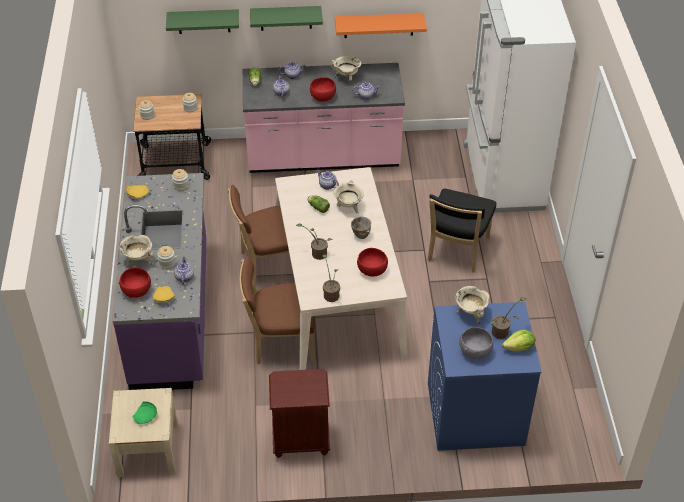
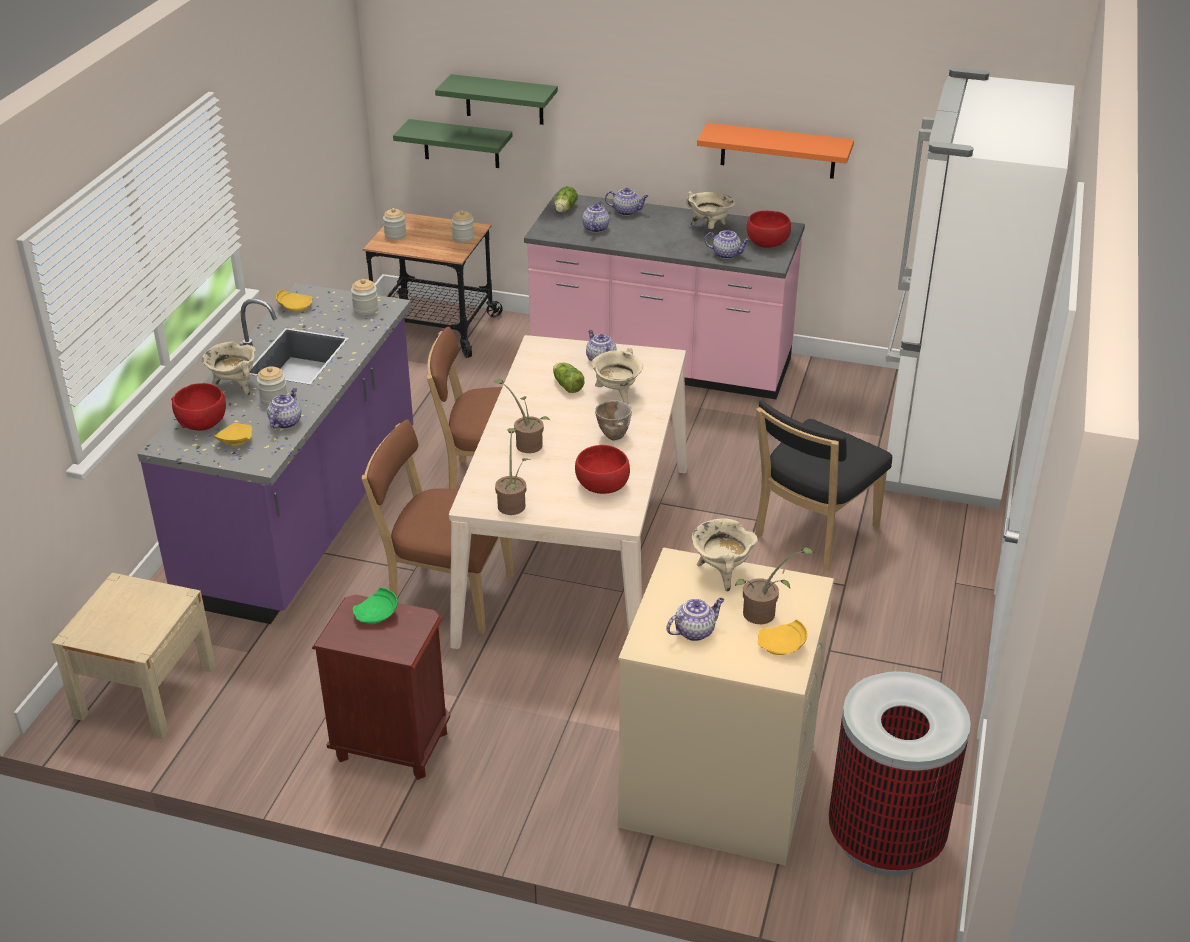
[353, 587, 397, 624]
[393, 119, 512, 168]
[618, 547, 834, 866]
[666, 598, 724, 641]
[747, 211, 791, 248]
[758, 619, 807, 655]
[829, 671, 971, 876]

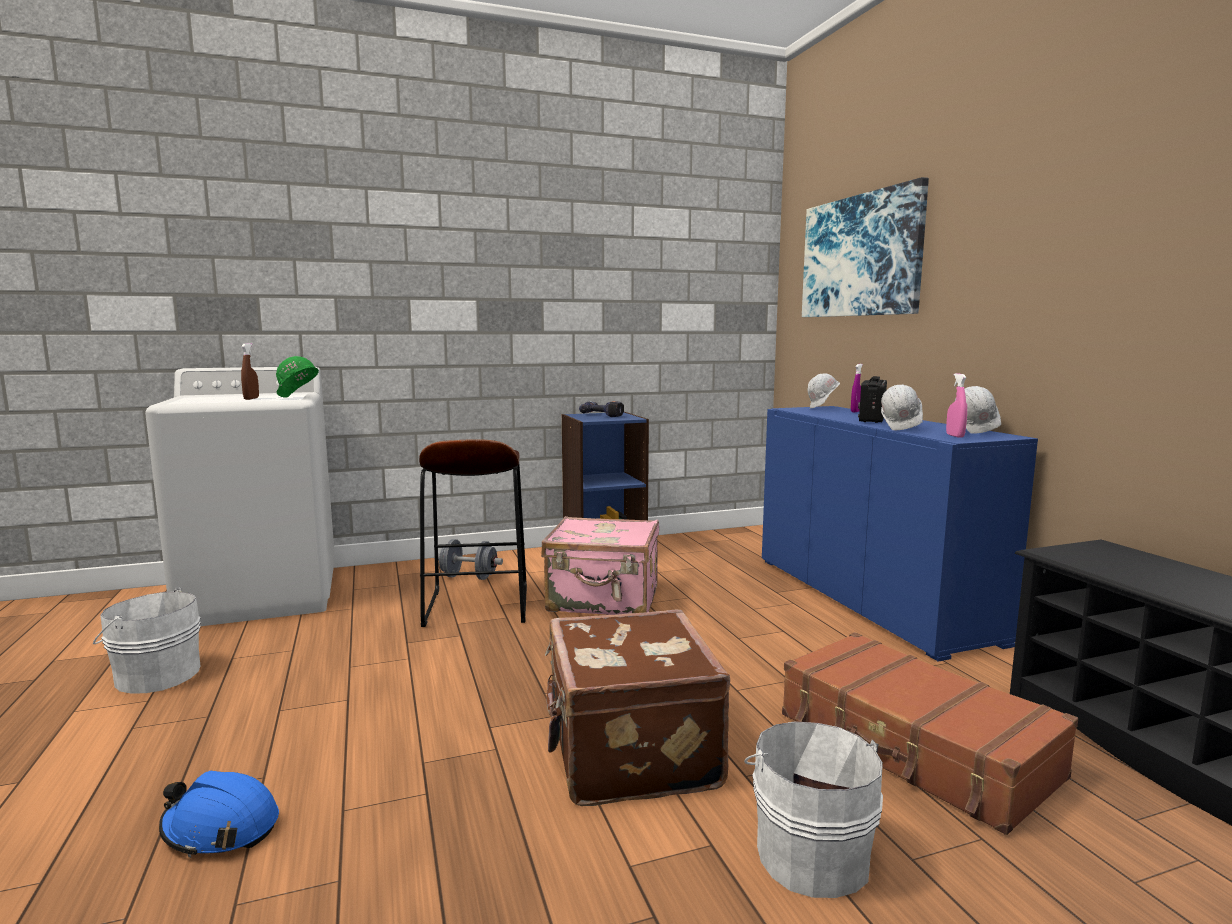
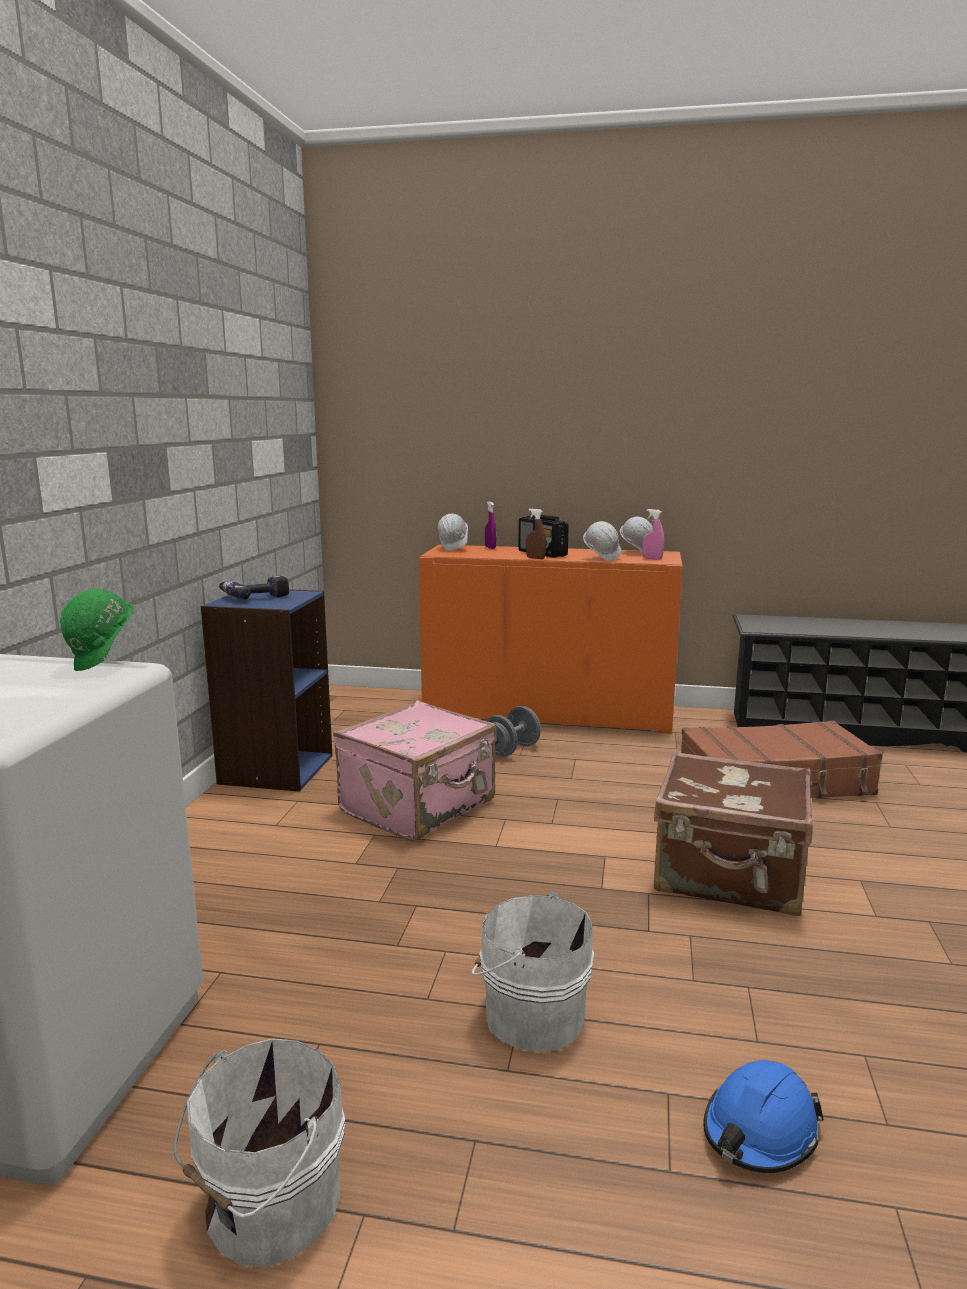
[419, 545, 682, 734]
[472, 891, 594, 1052]
[486, 706, 541, 757]
[526, 509, 546, 559]
[419, 439, 527, 627] (first image)
[802, 177, 929, 317] (first image)

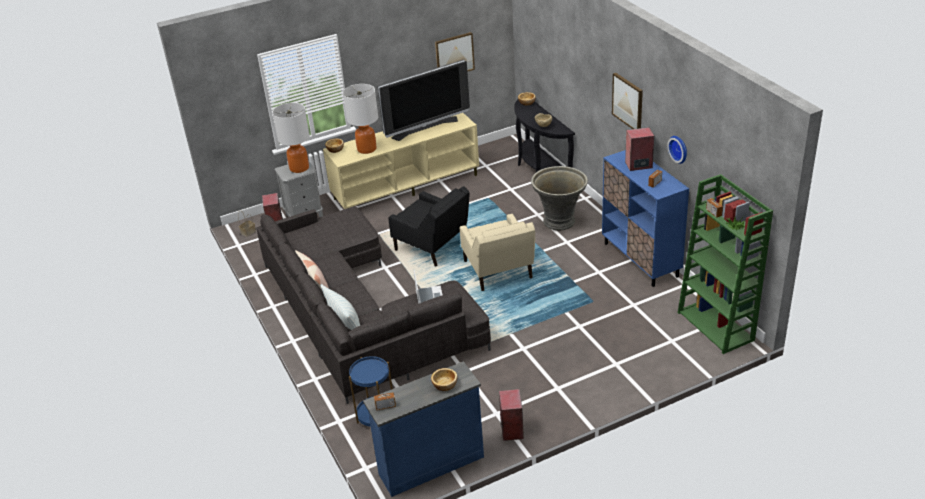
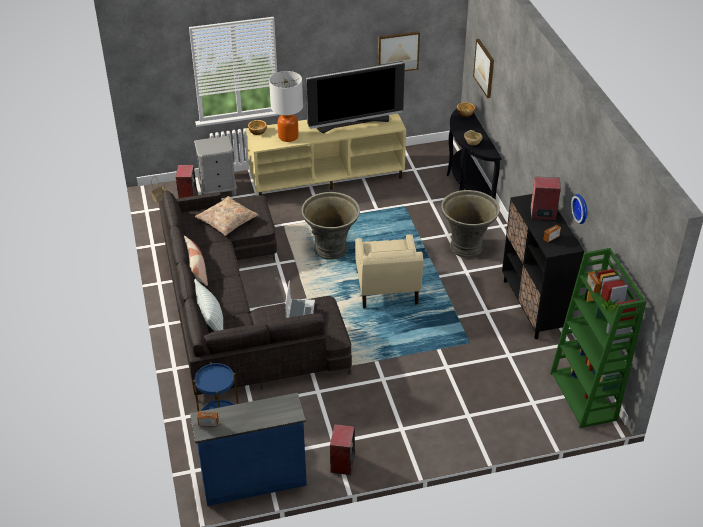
[195, 196, 259, 236]
[301, 192, 360, 260]
[473, 39, 494, 98]
[502, 194, 584, 339]
[272, 102, 310, 173] (first image)
[431, 368, 457, 391] (first image)

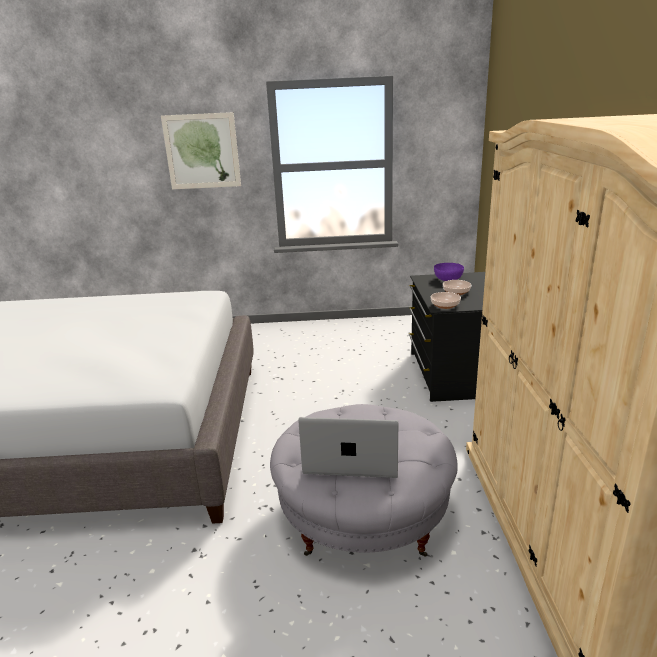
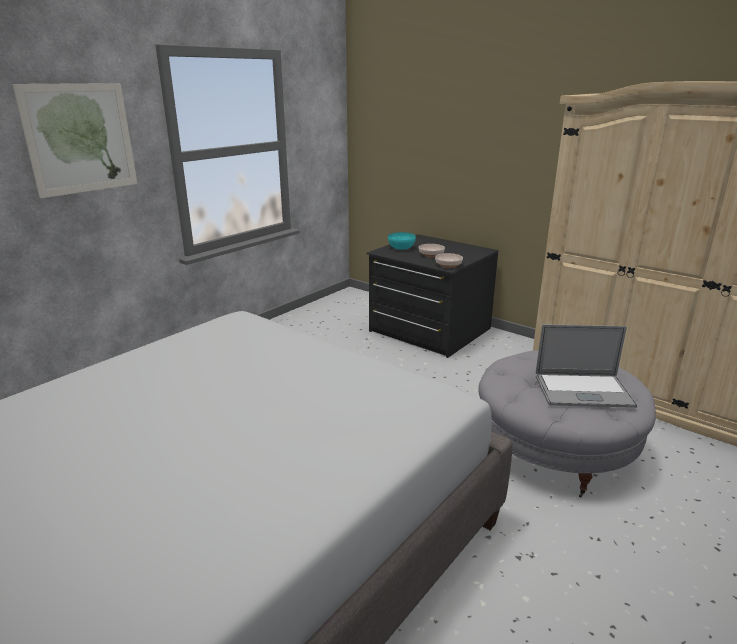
[388, 232, 416, 250]
[536, 324, 637, 408]

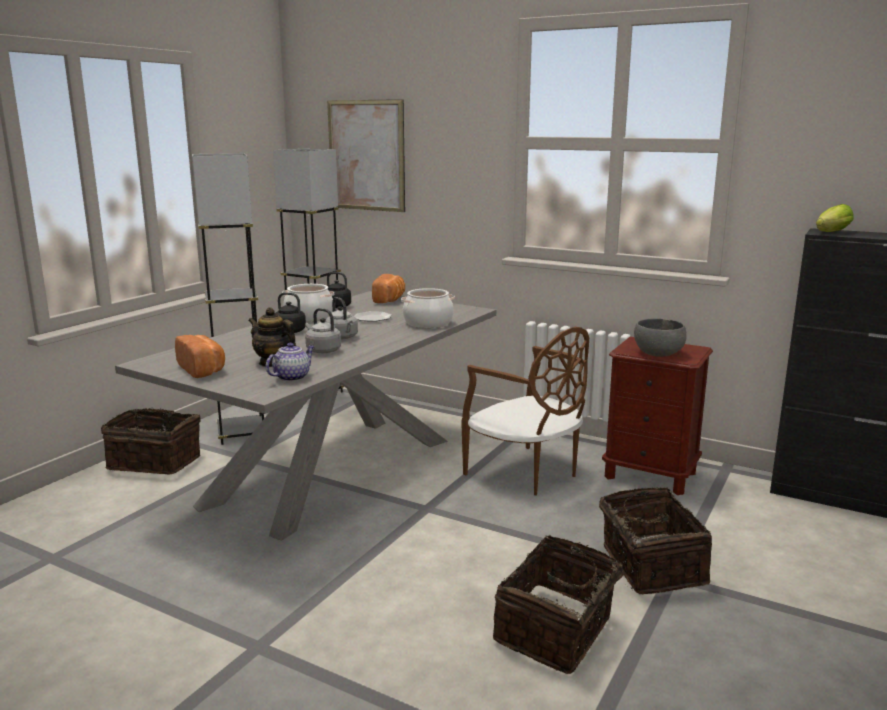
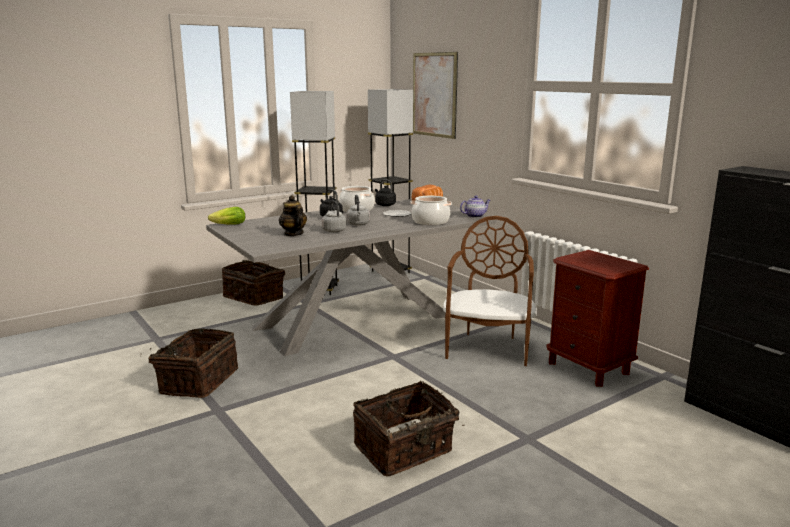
[148, 329, 238, 398]
[208, 207, 245, 225]
[443, 216, 537, 366]
[460, 196, 490, 218]
[175, 335, 225, 378] (first image)
[634, 318, 687, 357] (first image)

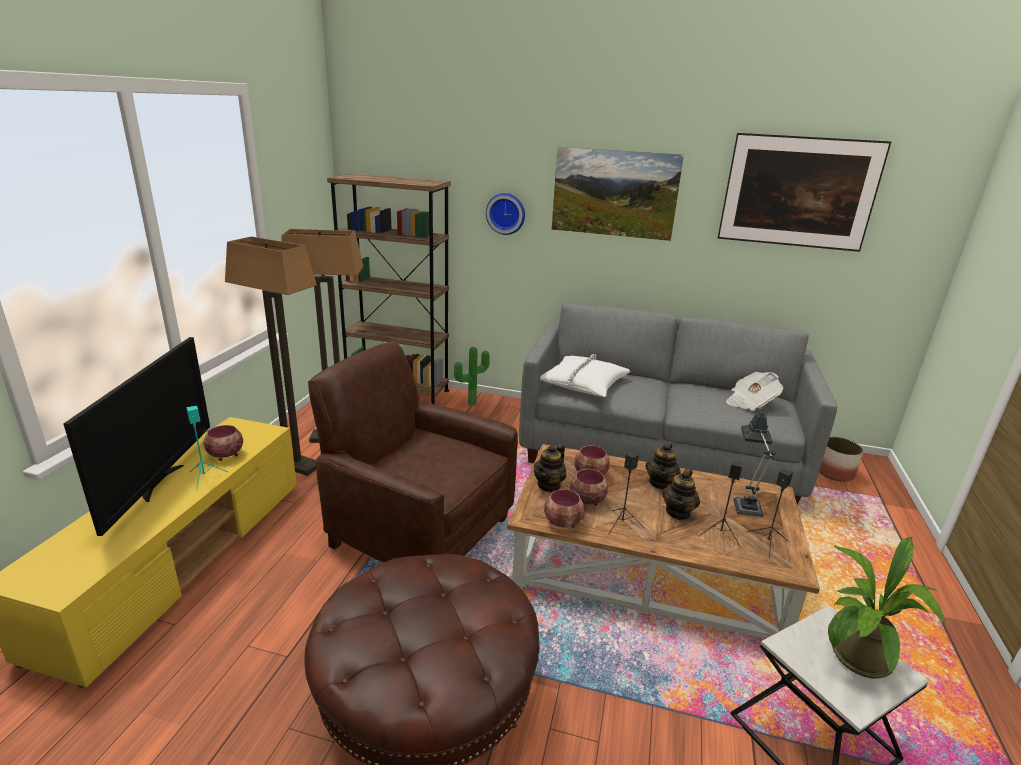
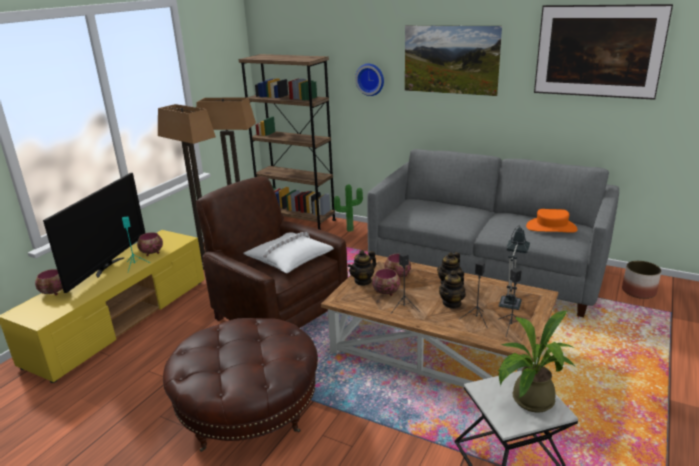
[35, 269, 63, 295]
[243, 232, 334, 273]
[526, 209, 578, 233]

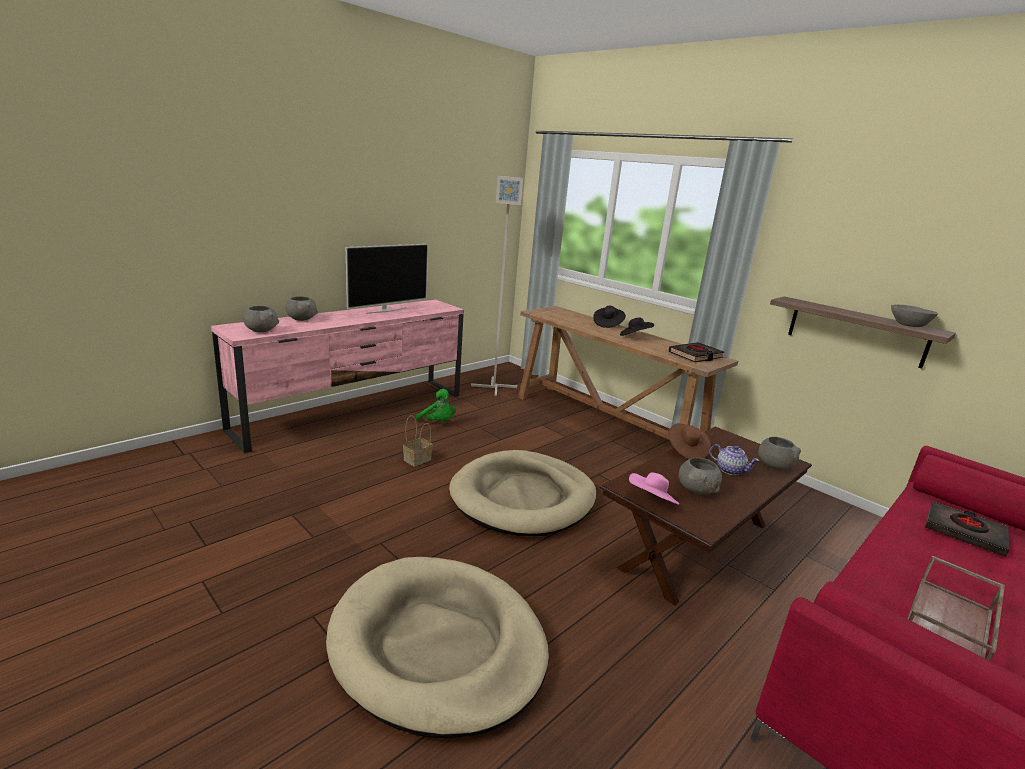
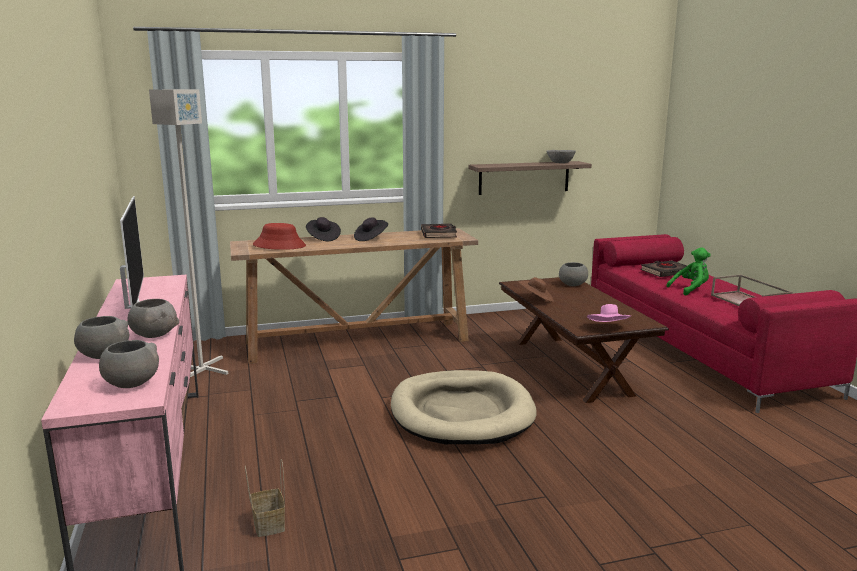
[127, 299, 179, 338]
[245, 459, 285, 537]
[253, 223, 306, 250]
[666, 248, 711, 296]
[326, 557, 549, 738] (first image)
[709, 444, 759, 475] (first image)

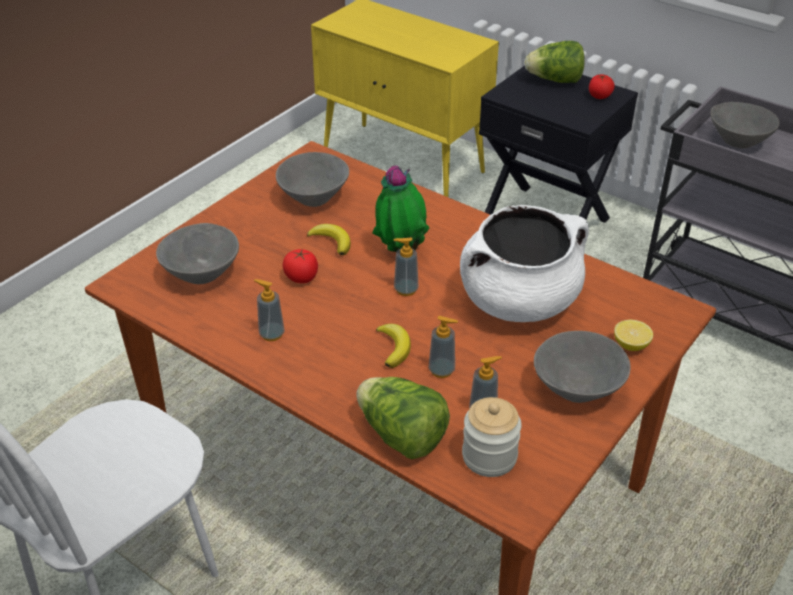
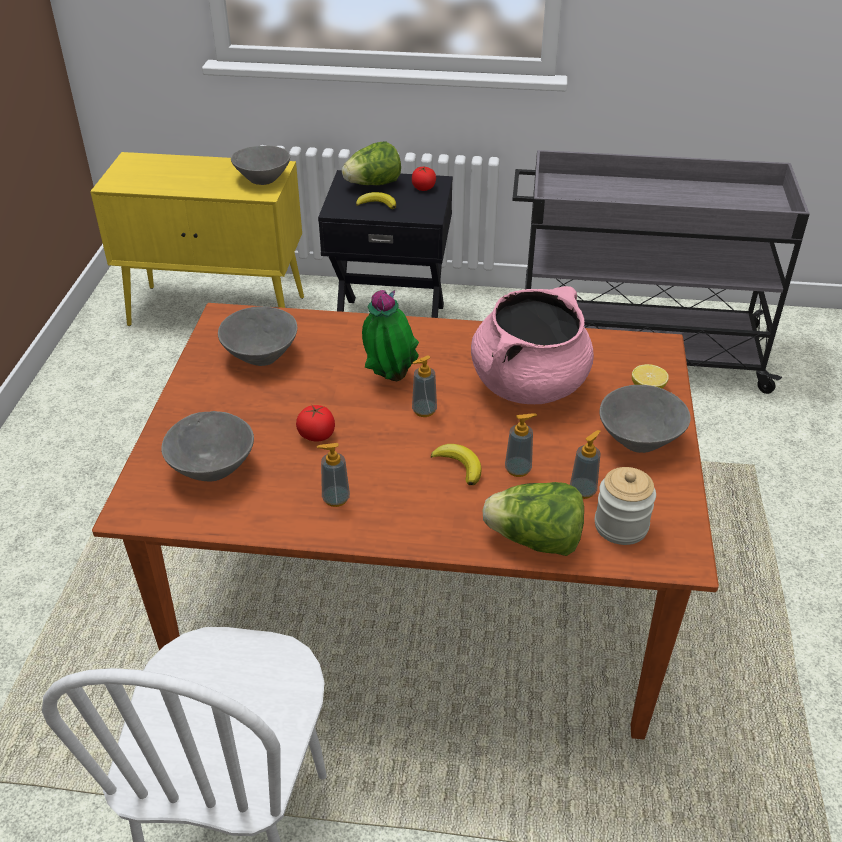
[231, 146, 290, 185]
[356, 192, 396, 209]
[471, 286, 594, 404]

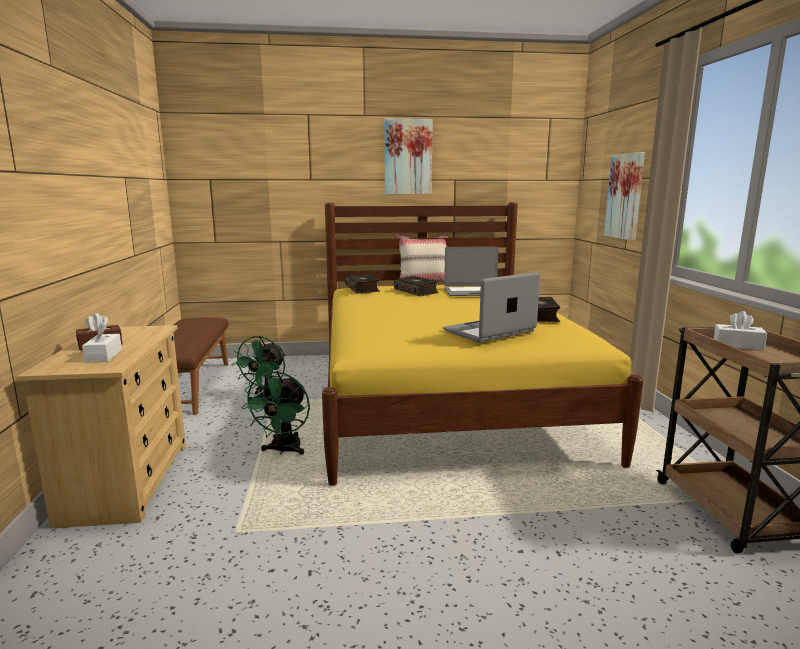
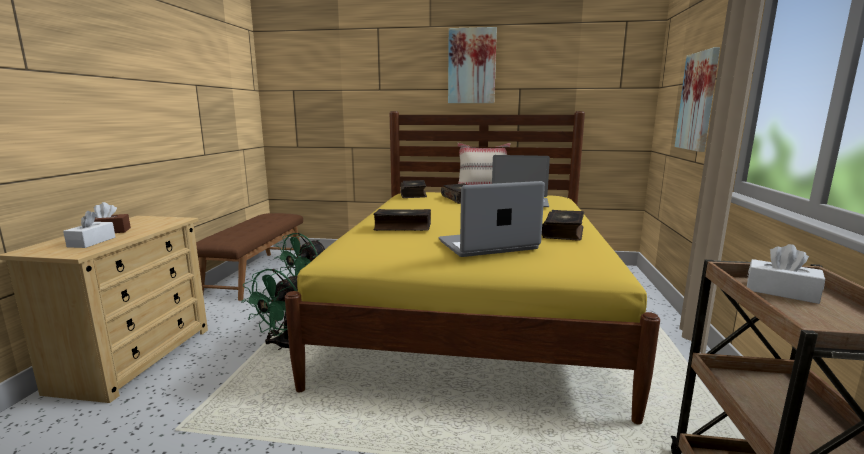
[373, 209, 431, 231]

